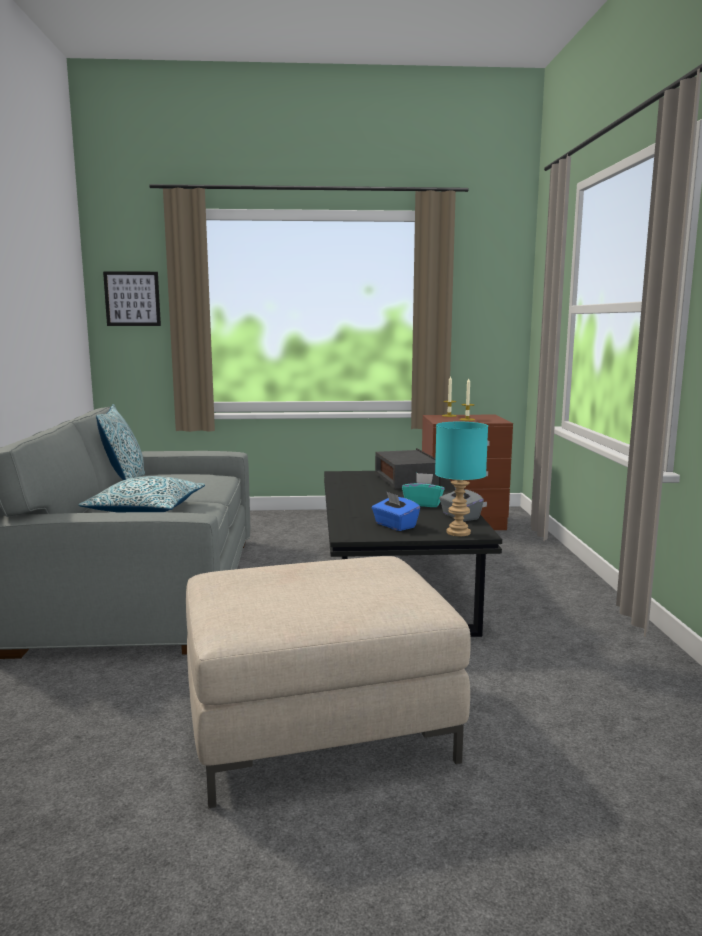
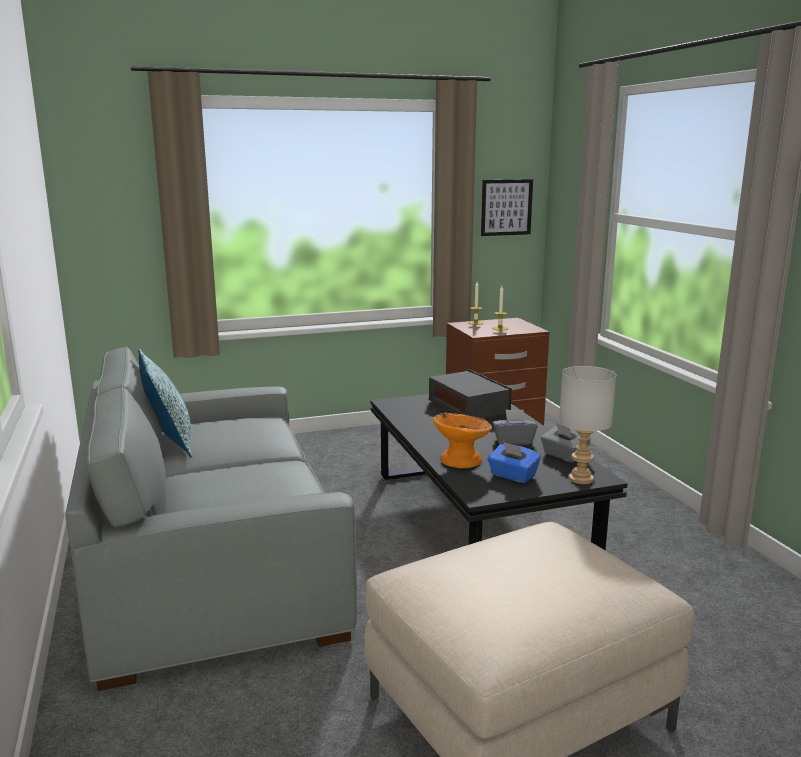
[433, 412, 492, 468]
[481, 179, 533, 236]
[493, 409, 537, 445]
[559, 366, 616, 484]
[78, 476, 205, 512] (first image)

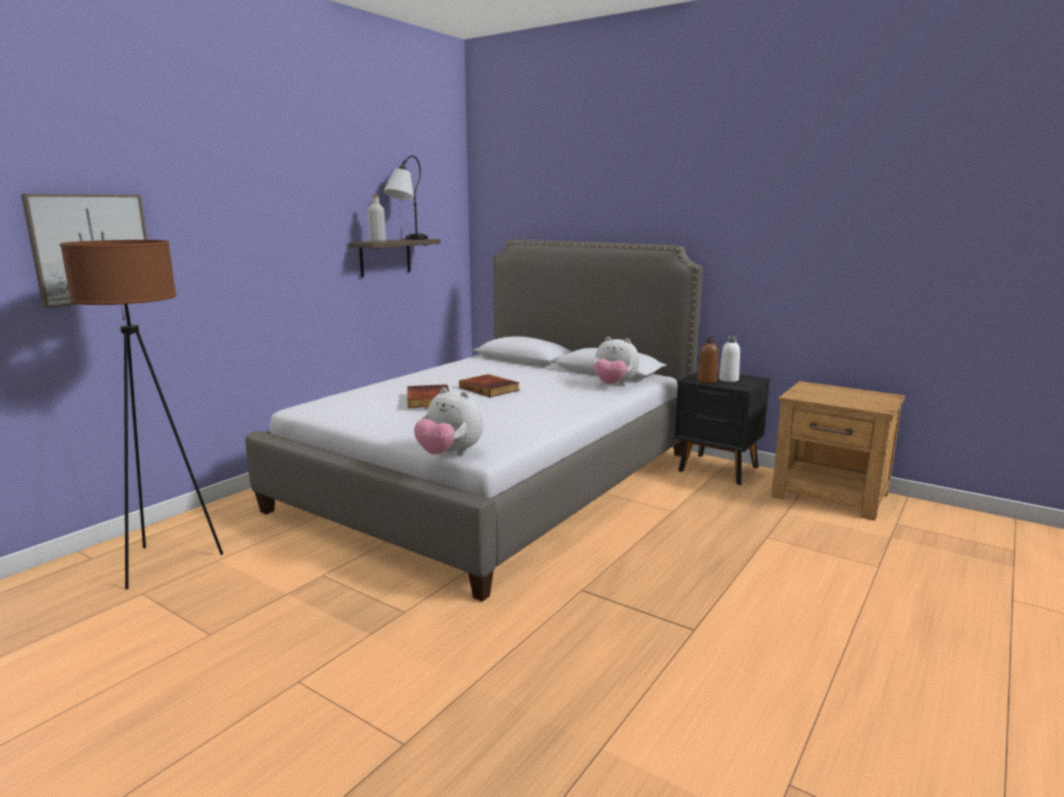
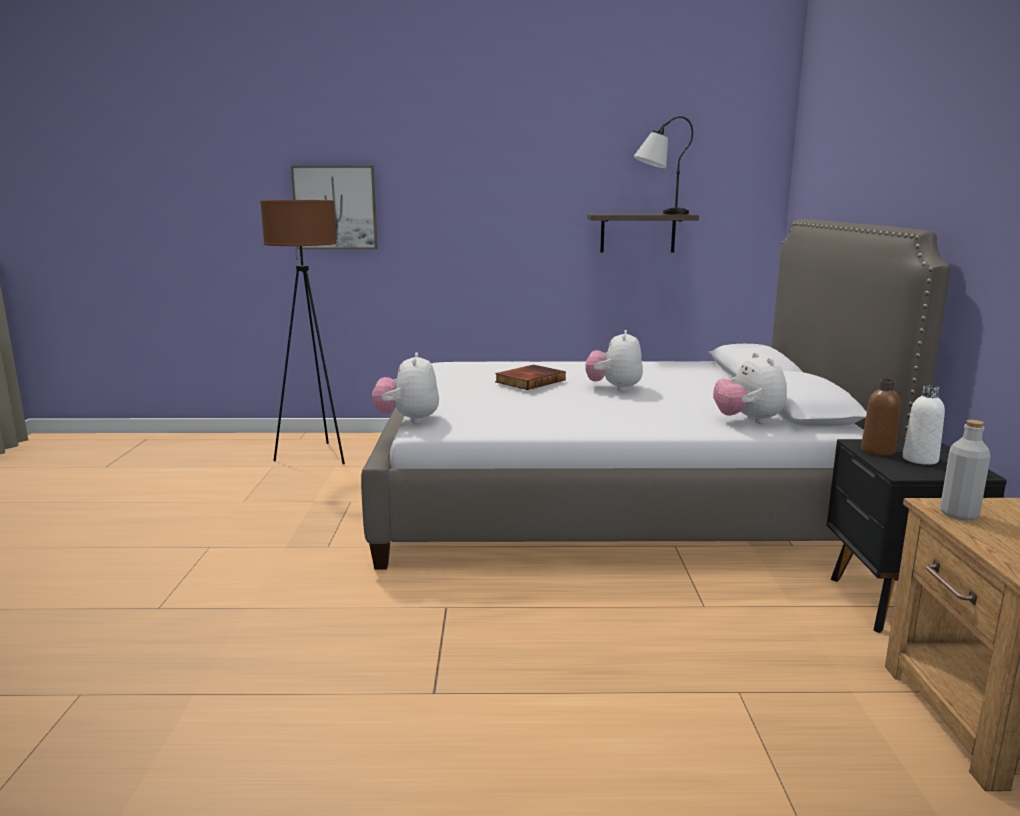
[585, 330, 643, 392]
[940, 420, 991, 521]

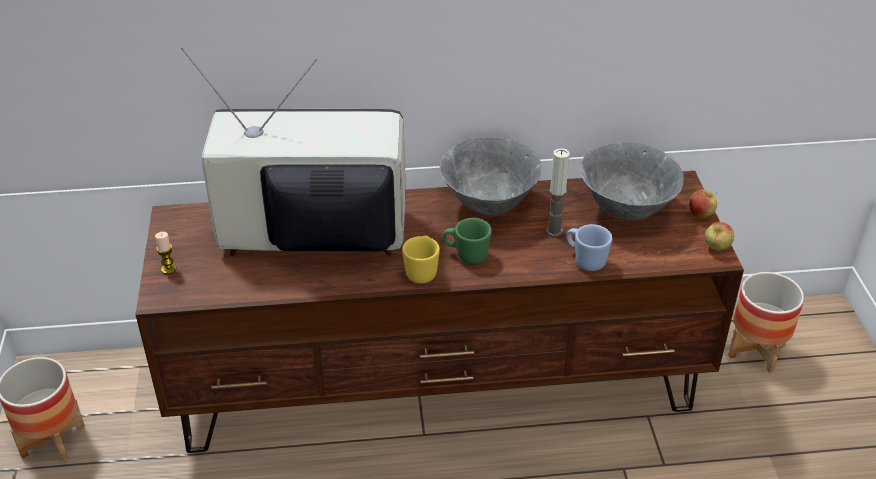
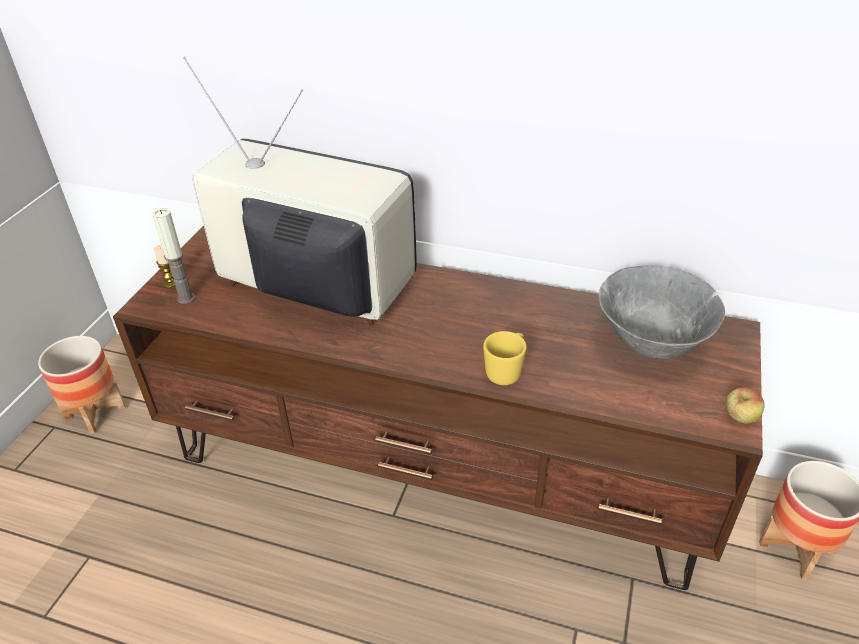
[152, 208, 195, 304]
[483, 331, 527, 385]
[439, 138, 542, 216] (first image)
[443, 218, 492, 264] (first image)
[567, 224, 612, 271] (first image)
[689, 190, 717, 219] (first image)

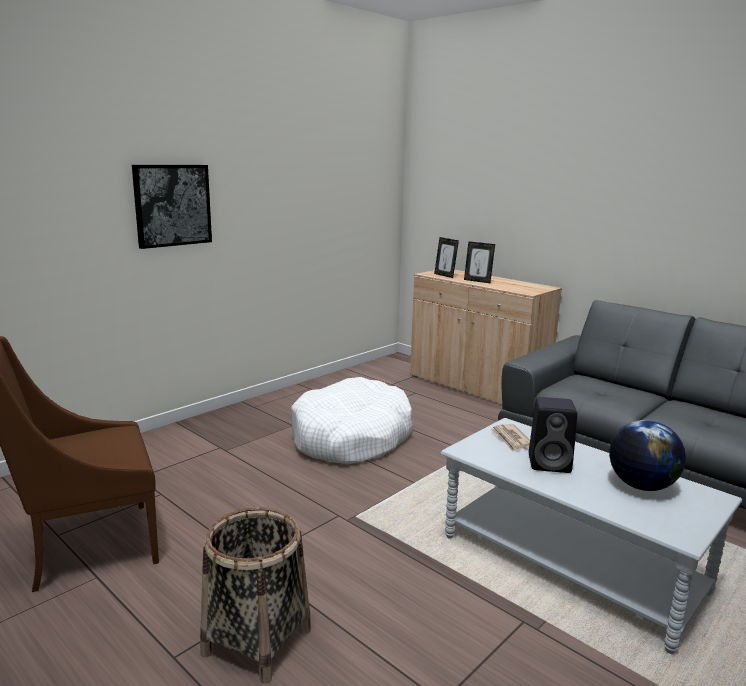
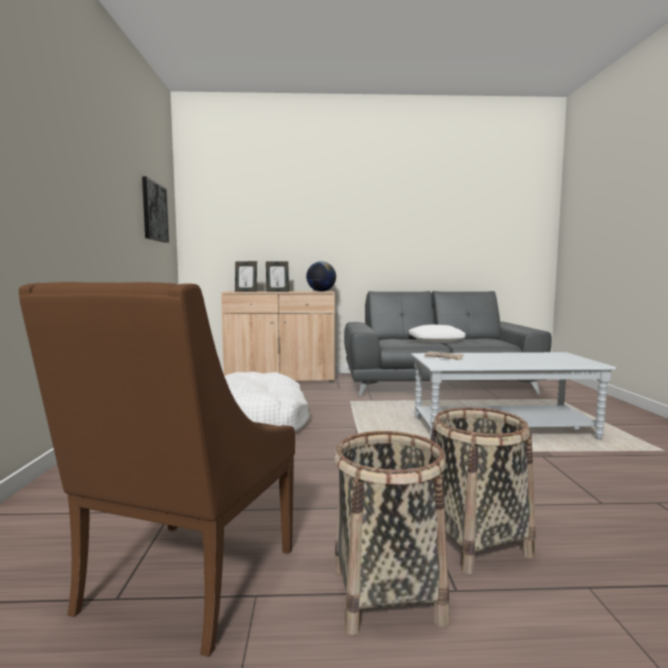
[142, 176, 169, 243]
[306, 261, 336, 292]
[334, 431, 449, 635]
[409, 325, 466, 343]
[529, 397, 577, 473] (first image)

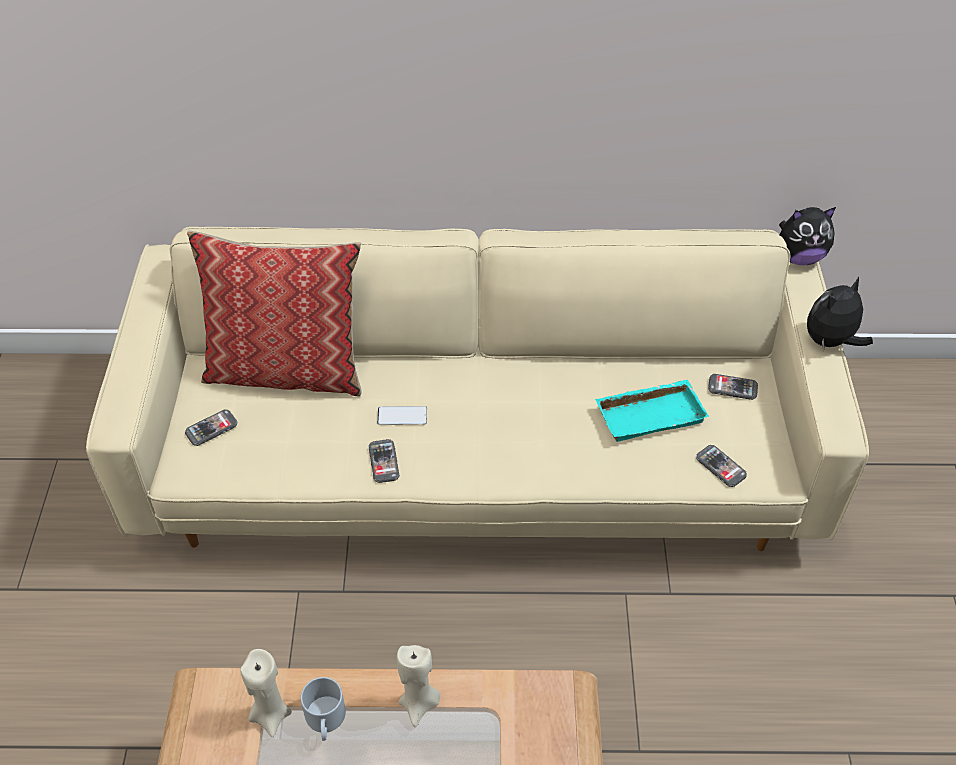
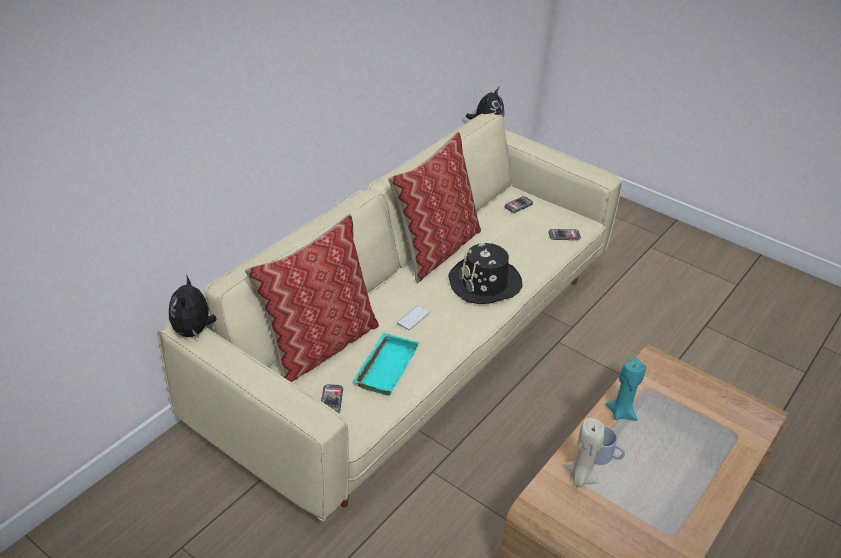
[169, 275, 216, 338]
[353, 333, 420, 396]
[388, 131, 481, 283]
[448, 243, 522, 304]
[606, 358, 646, 421]
[368, 439, 400, 483] (first image)

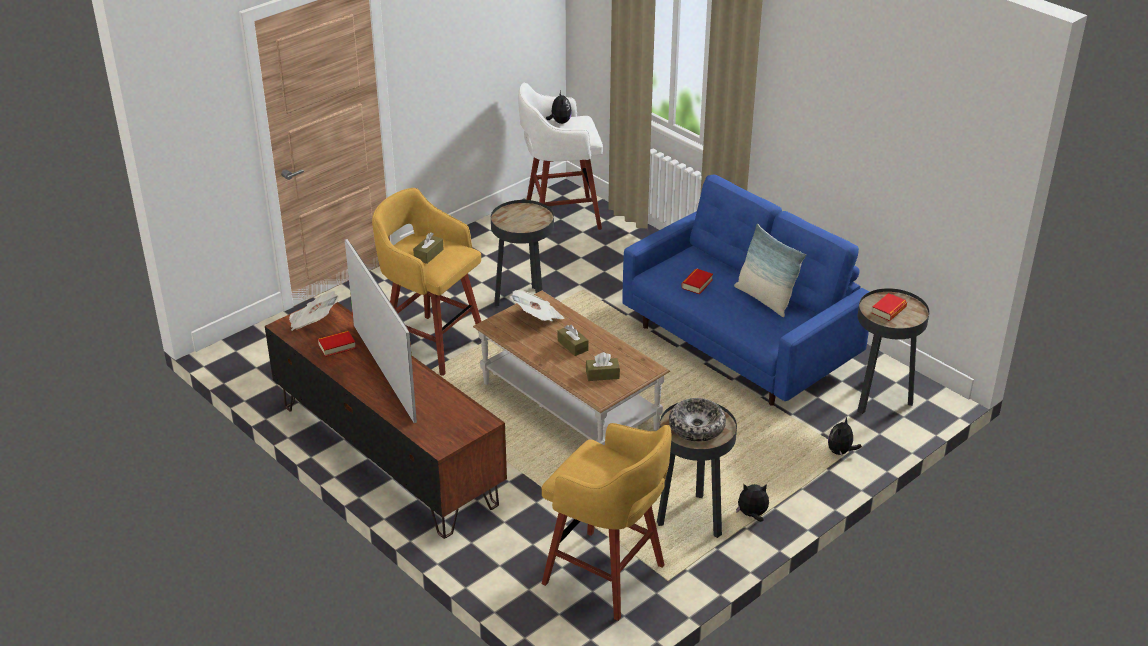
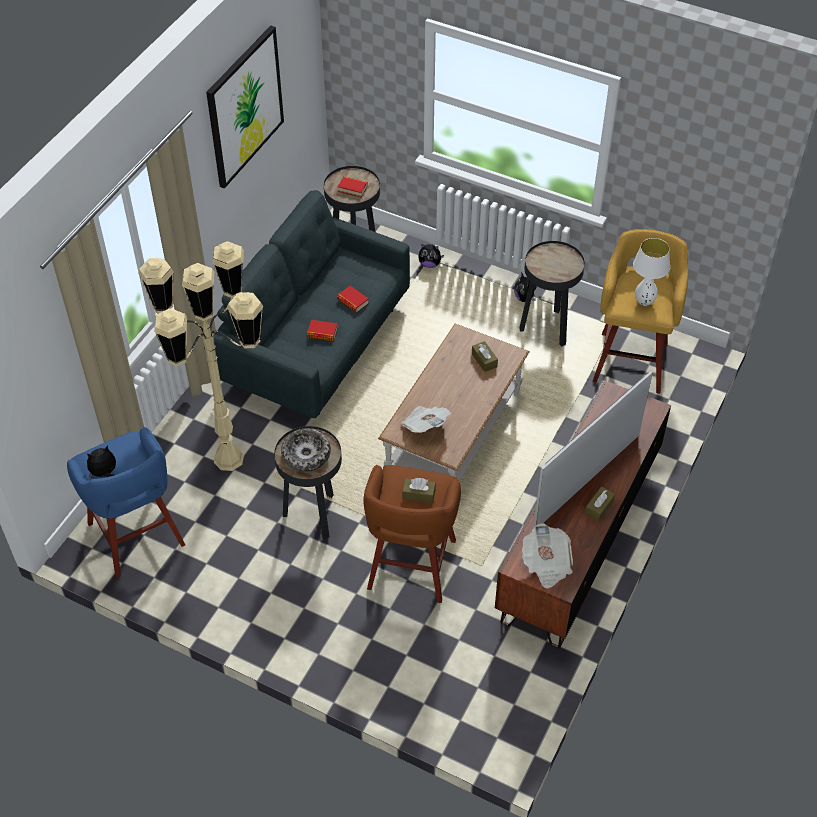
[67, 427, 185, 577]
[138, 241, 263, 471]
[206, 25, 284, 189]
[214, 190, 410, 418]
[281, 429, 331, 472]
[337, 286, 369, 313]
[363, 465, 461, 603]
[585, 486, 615, 522]
[633, 238, 670, 306]
[734, 224, 806, 317] (first image)

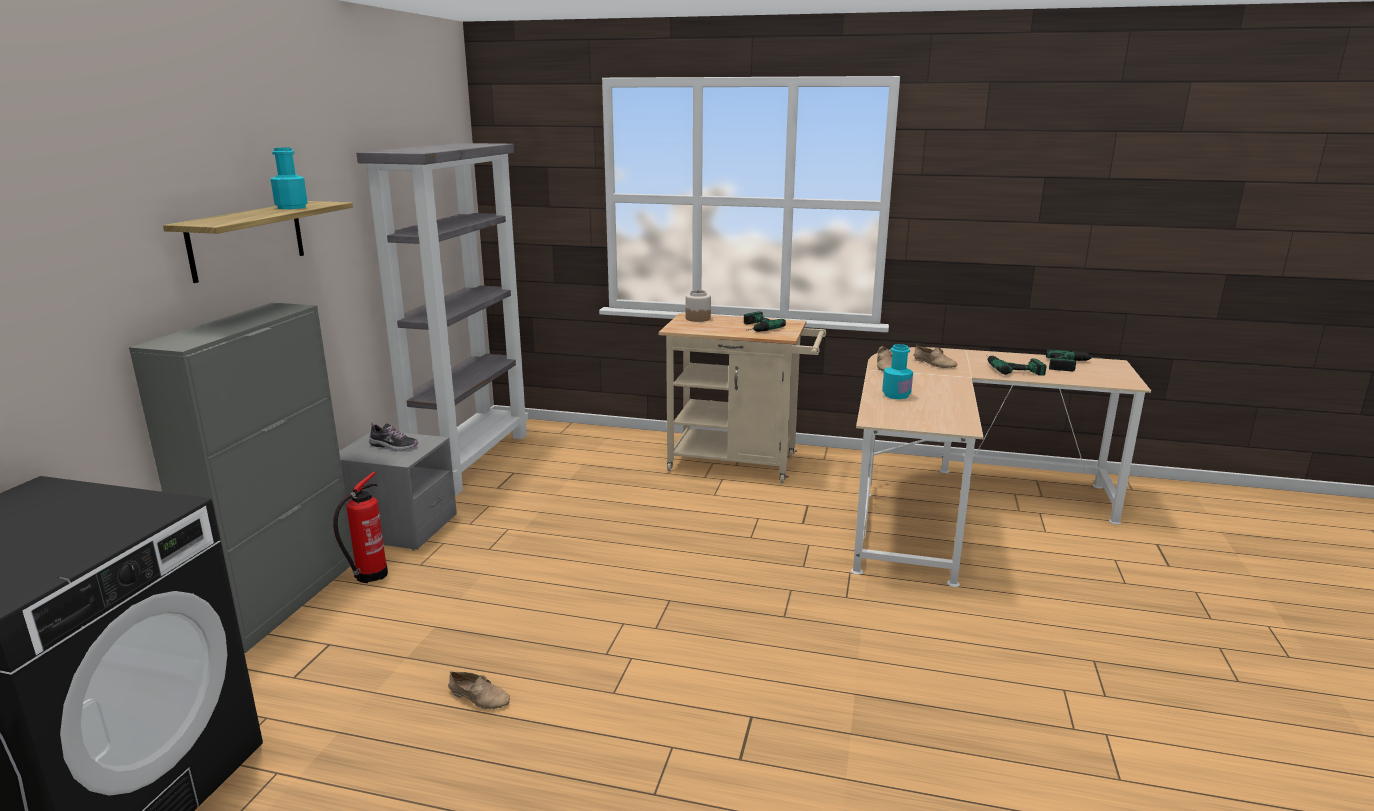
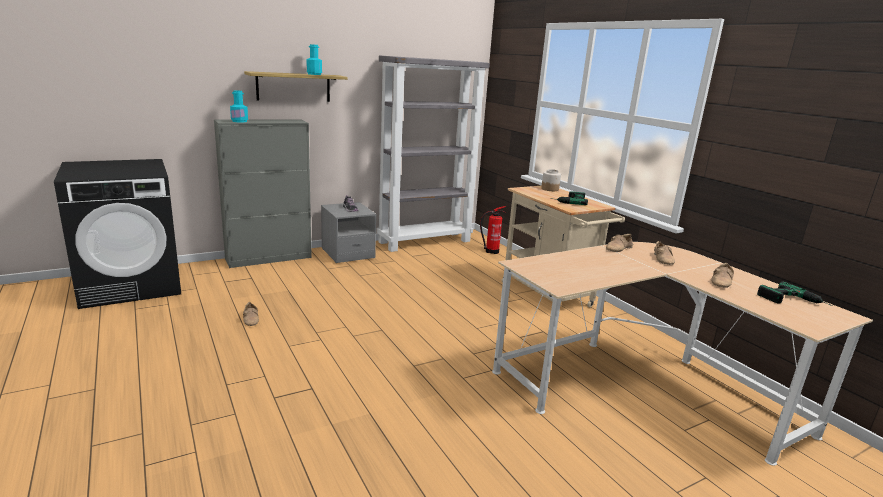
[230, 90, 248, 123]
[480, 206, 506, 254]
[711, 263, 734, 288]

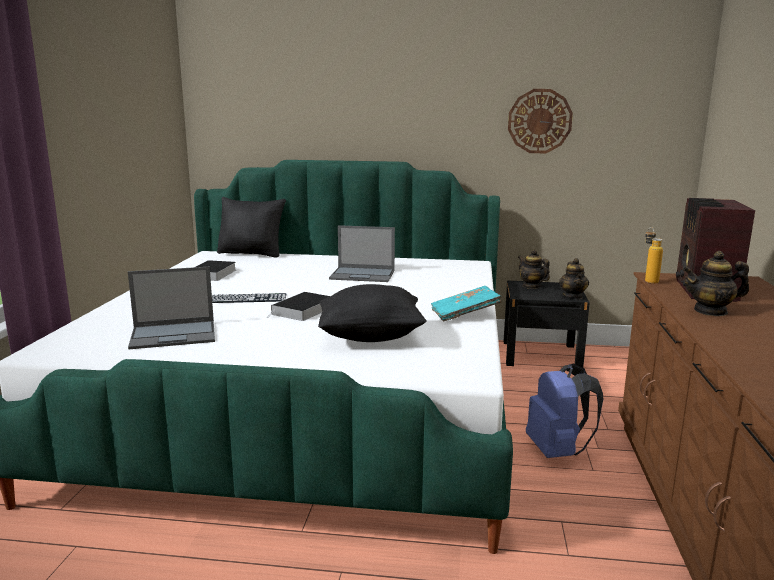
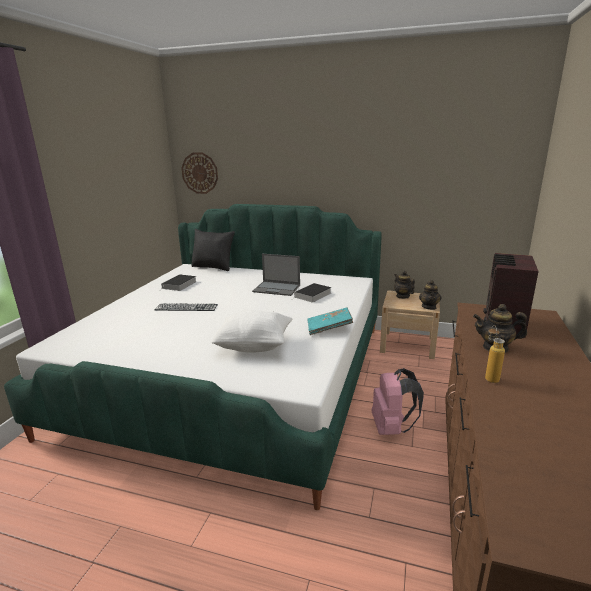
[181, 152, 218, 194]
[211, 310, 292, 353]
[292, 283, 331, 303]
[372, 368, 424, 435]
[380, 290, 440, 359]
[485, 325, 505, 383]
[128, 266, 215, 349] (first image)

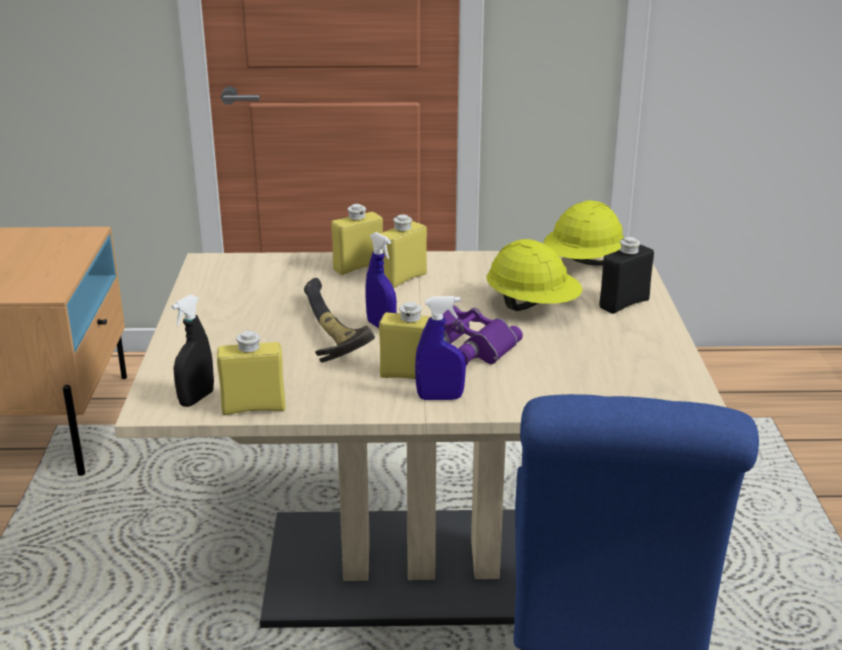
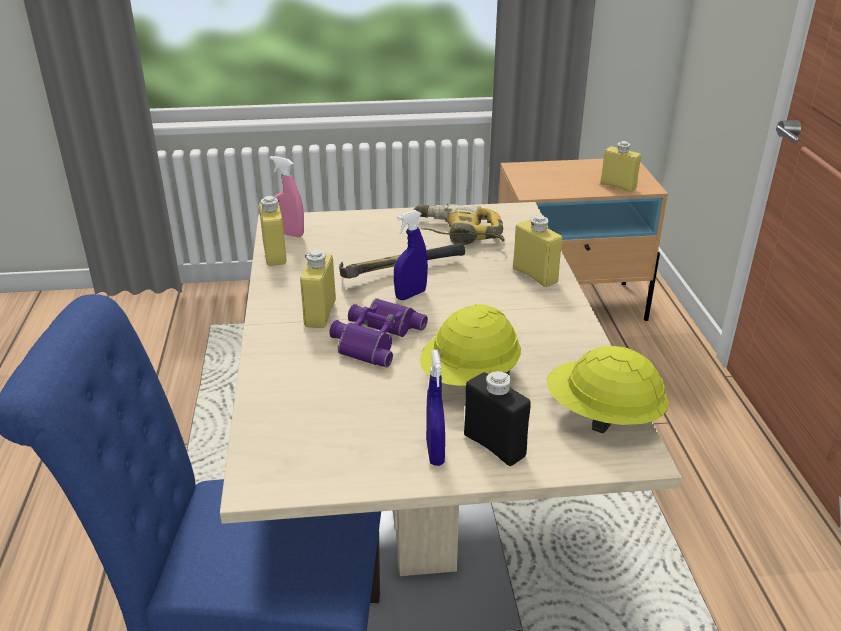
[270, 156, 304, 237]
[414, 204, 504, 245]
[426, 350, 445, 466]
[600, 141, 641, 192]

